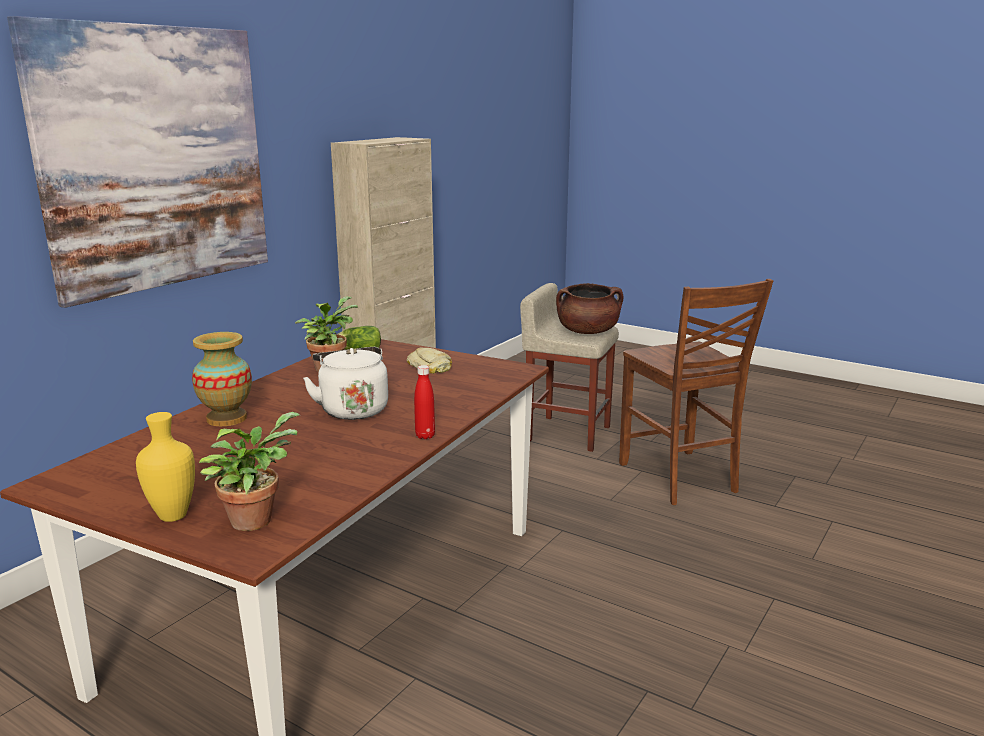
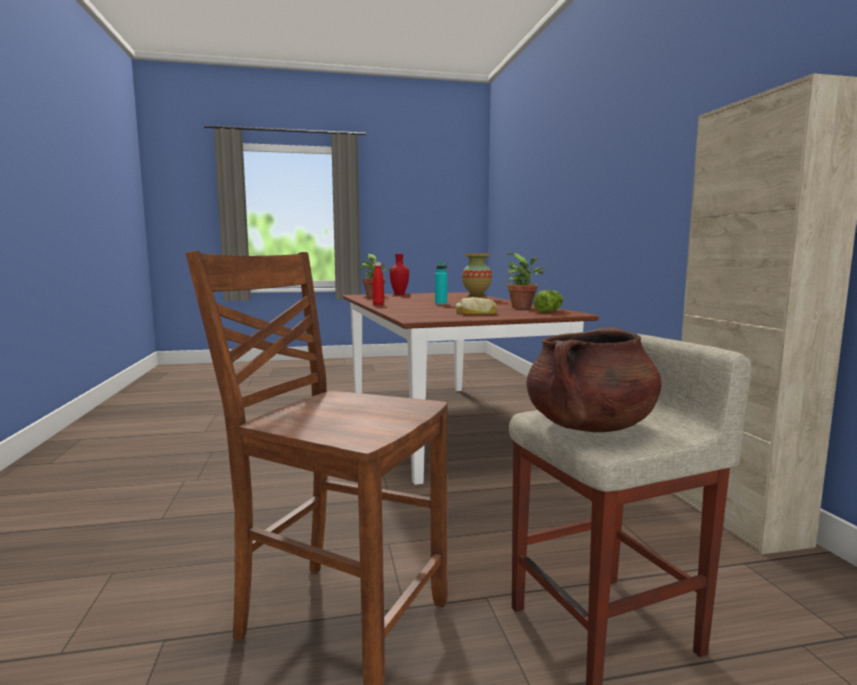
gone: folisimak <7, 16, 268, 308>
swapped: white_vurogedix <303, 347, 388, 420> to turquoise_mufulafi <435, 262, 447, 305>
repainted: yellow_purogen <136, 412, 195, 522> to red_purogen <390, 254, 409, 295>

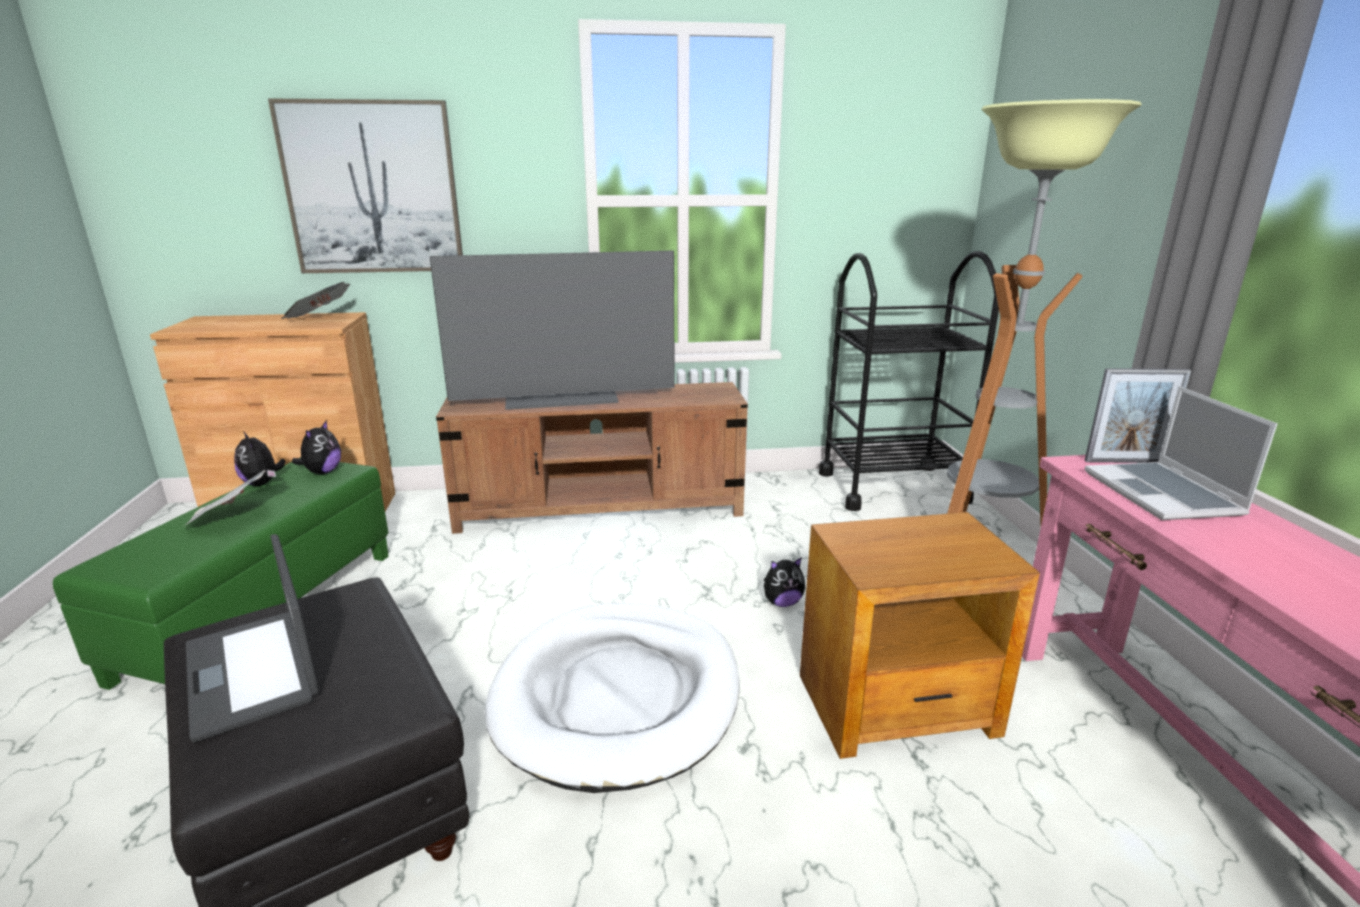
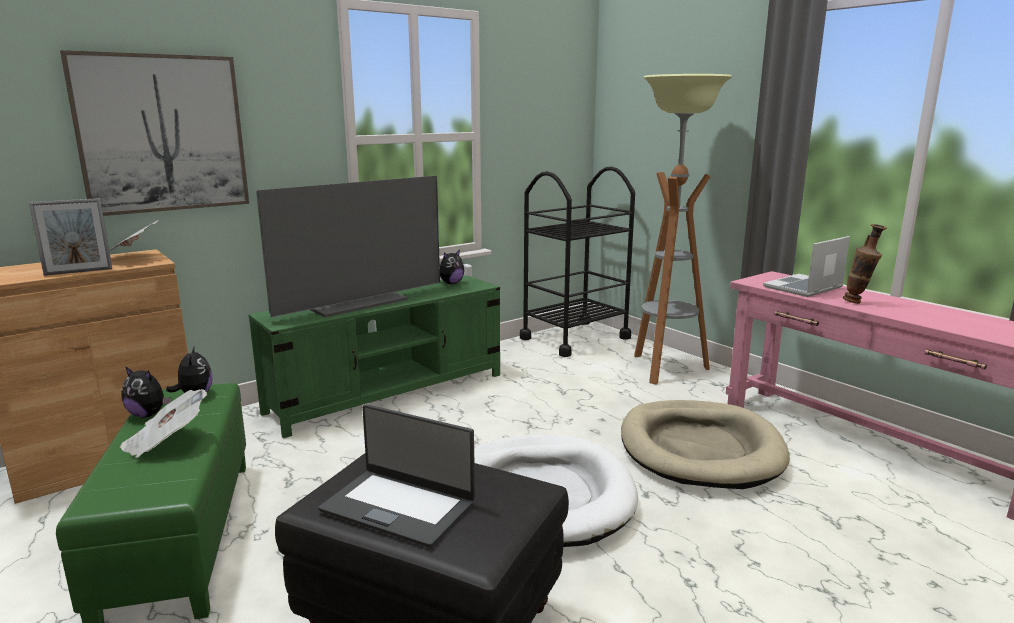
new: purogen <843, 224, 887, 304>
shifted: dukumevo <764, 557, 805, 607> to <440, 249, 464, 284>; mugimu <1084, 368, 1191, 463> to <29, 198, 112, 276>
swapped: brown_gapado <800, 512, 1040, 759> to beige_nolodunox <621, 400, 790, 489>
repainted: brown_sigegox <436, 382, 748, 534> to green_sigegox <248, 275, 500, 438>
rotated: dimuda <1085, 386, 1277, 520> = <763, 236, 850, 297> 90 degrees clockwise

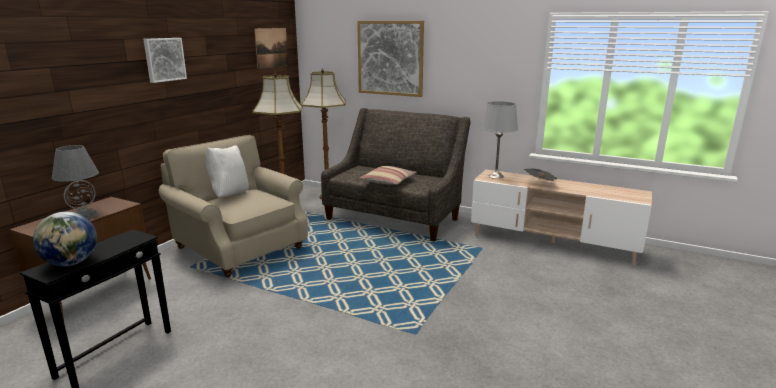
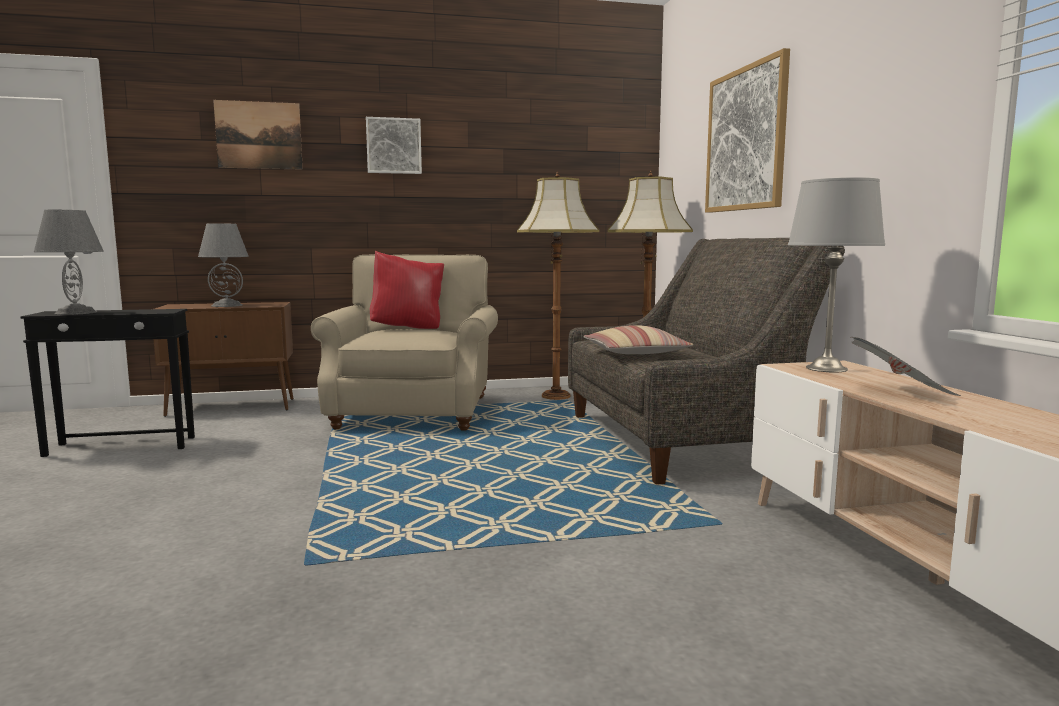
shifted: folisimak <254, 28, 288, 69> to <213, 100, 303, 170>
swapped: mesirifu <33, 212, 97, 266> to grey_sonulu <34, 209, 104, 315>
repainted: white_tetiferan <206, 145, 249, 197> to red_tetiferan <370, 251, 444, 329>

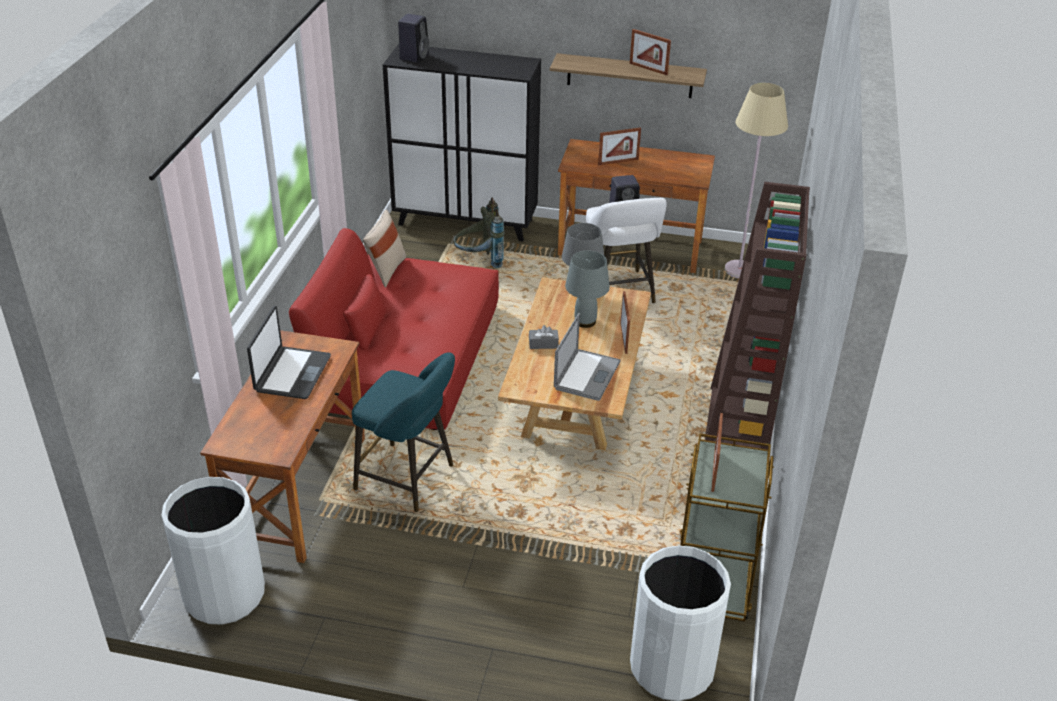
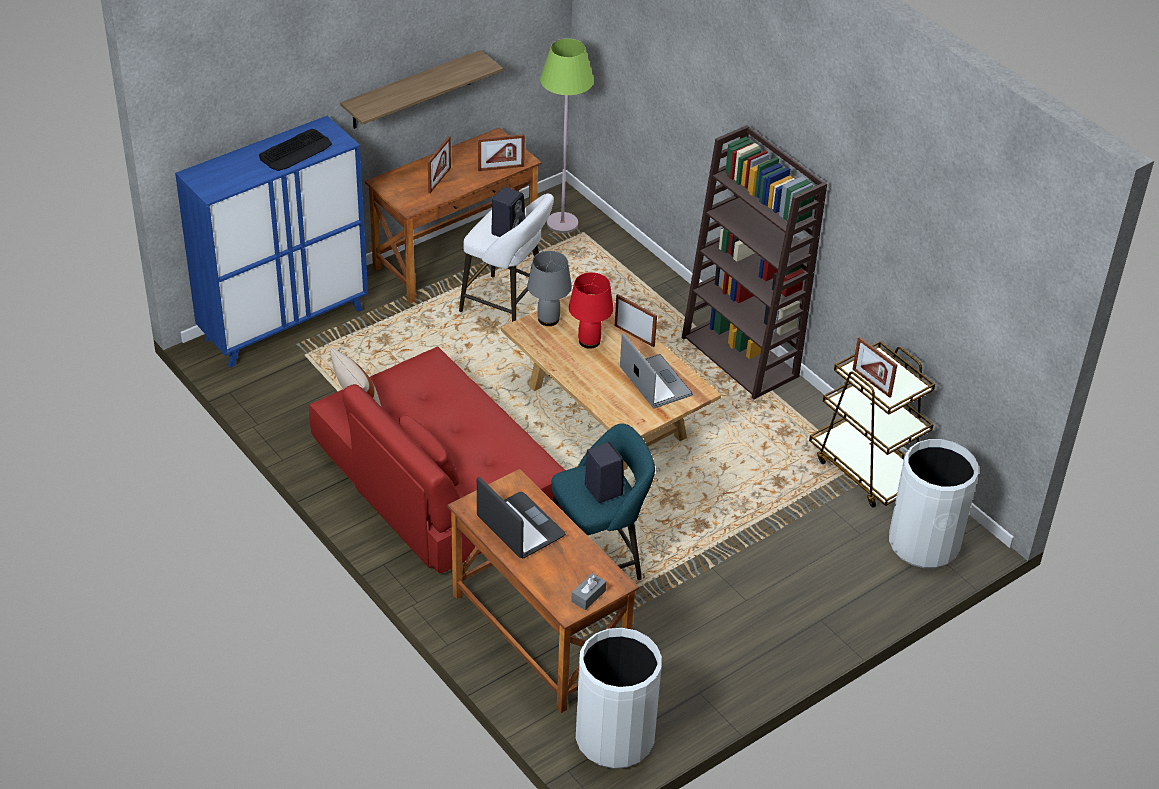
gone: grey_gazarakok <454, 198, 505, 268>
new: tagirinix <259, 129, 332, 171>
shifted: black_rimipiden <398, 14, 429, 63> to <585, 442, 625, 503>; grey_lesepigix <529, 325, 559, 349> to <571, 573, 606, 610>; mugimu <630, 29, 671, 75> to <478, 134, 525, 171>
repainted: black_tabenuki <383, 44, 541, 241> to blue_tabenuki <175, 116, 368, 368>; grey_sonulu <565, 251, 610, 328> to red_sonulu <569, 272, 614, 349>; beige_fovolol <725, 83, 788, 278> to green_fovolol <540, 38, 594, 234>

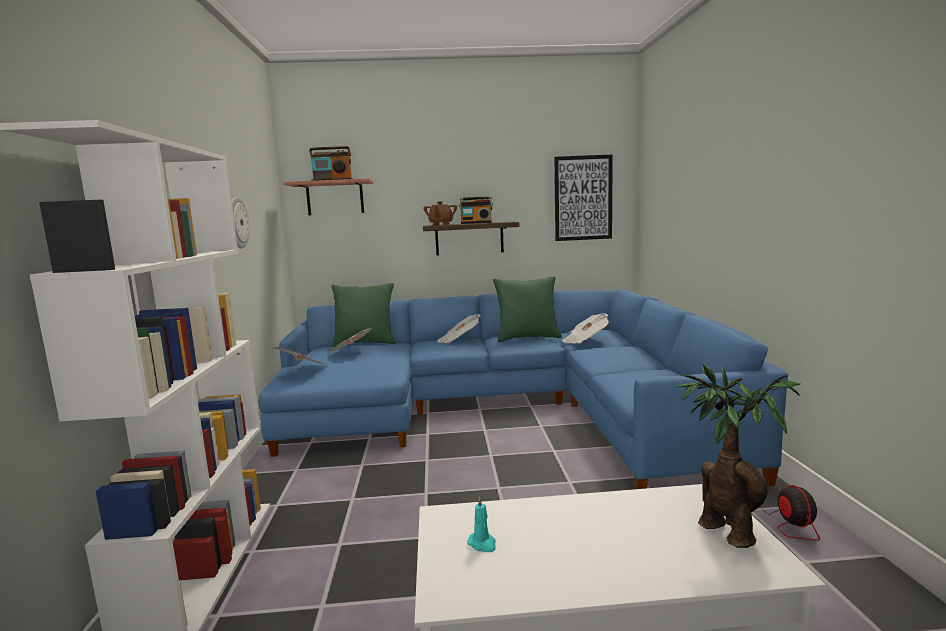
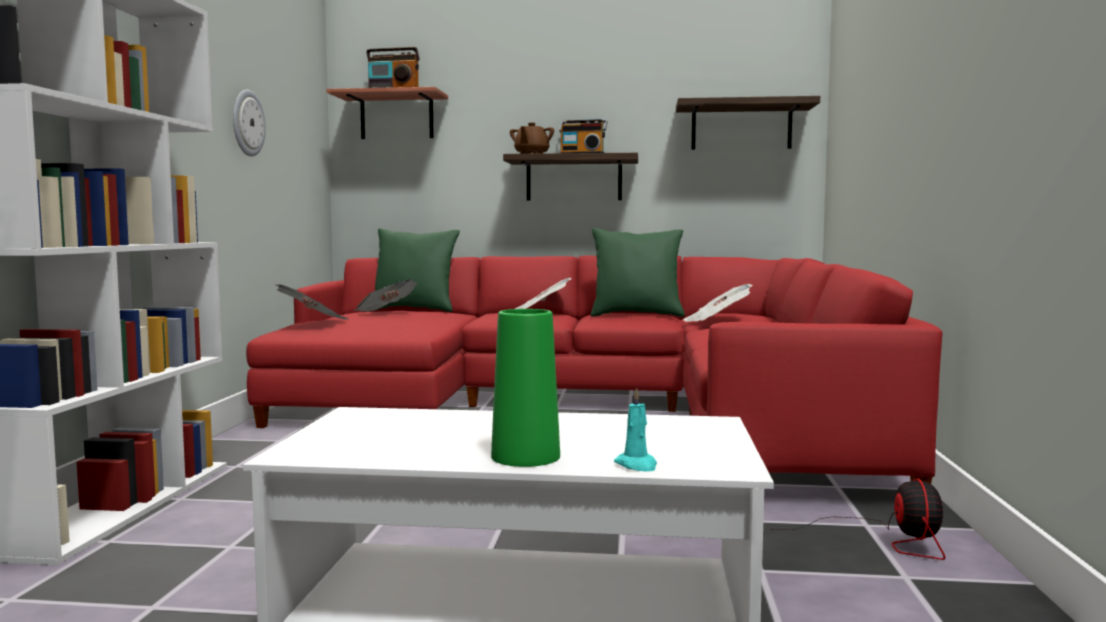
gone: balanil <677, 363, 800, 548>
new: green_purogen <491, 309, 560, 467>
shifted: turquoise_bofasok <467, 496, 496, 552> to <614, 388, 657, 472>
swapped: folisimak <554, 155, 613, 241> to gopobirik <676, 96, 820, 150>
repainted: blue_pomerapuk <258, 289, 788, 489> to red_pomerapuk <246, 256, 943, 484>

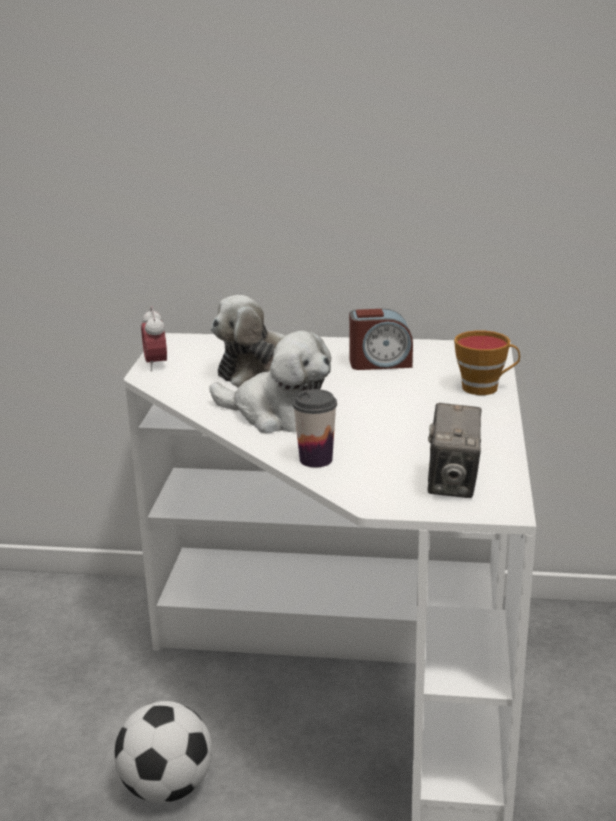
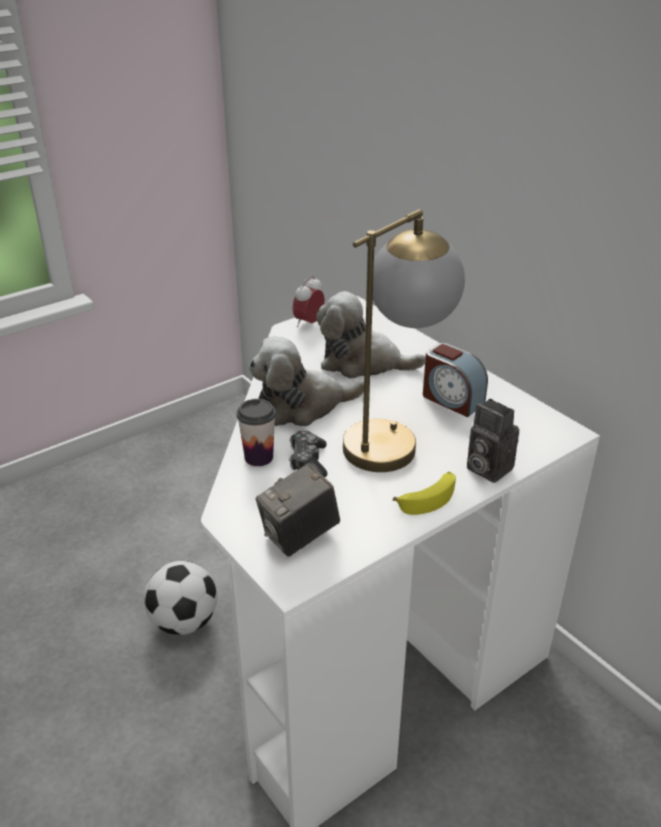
new: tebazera <289, 430, 327, 477>; sonulu <343, 209, 465, 472>; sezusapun <393, 471, 456, 515>
swapped: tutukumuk <454, 331, 520, 395> to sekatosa <467, 399, 519, 483>
rotated: dukumevo <210, 331, 331, 433> = <249, 336, 364, 426> 90 degrees clockwise

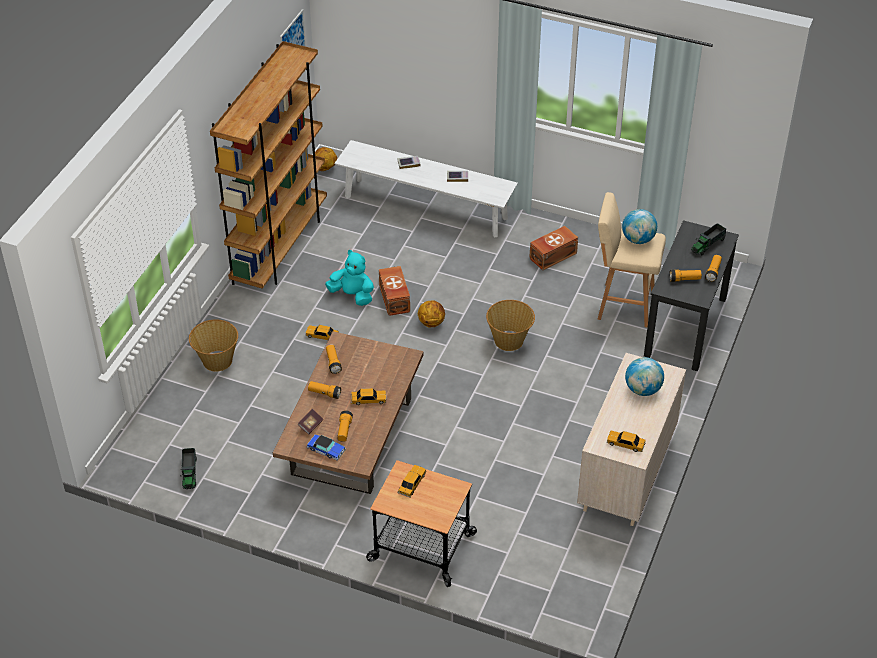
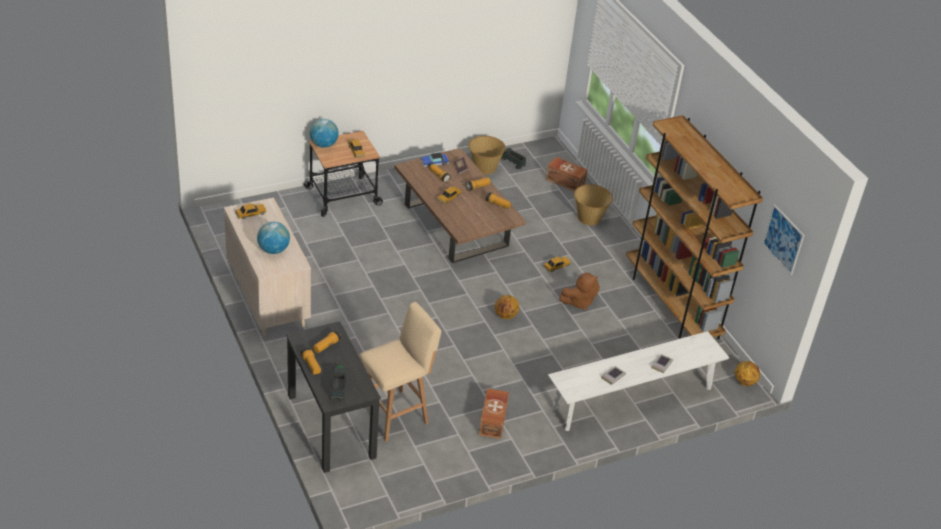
shifted: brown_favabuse <379, 266, 410, 316> to <546, 157, 588, 192>; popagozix <486, 300, 535, 351> to <468, 136, 506, 175>; mesirifu <622, 209, 657, 244> to <310, 119, 339, 148>
repainted: turquoise_dukumevo <325, 250, 374, 306> to brown_dukumevo <559, 273, 600, 310>

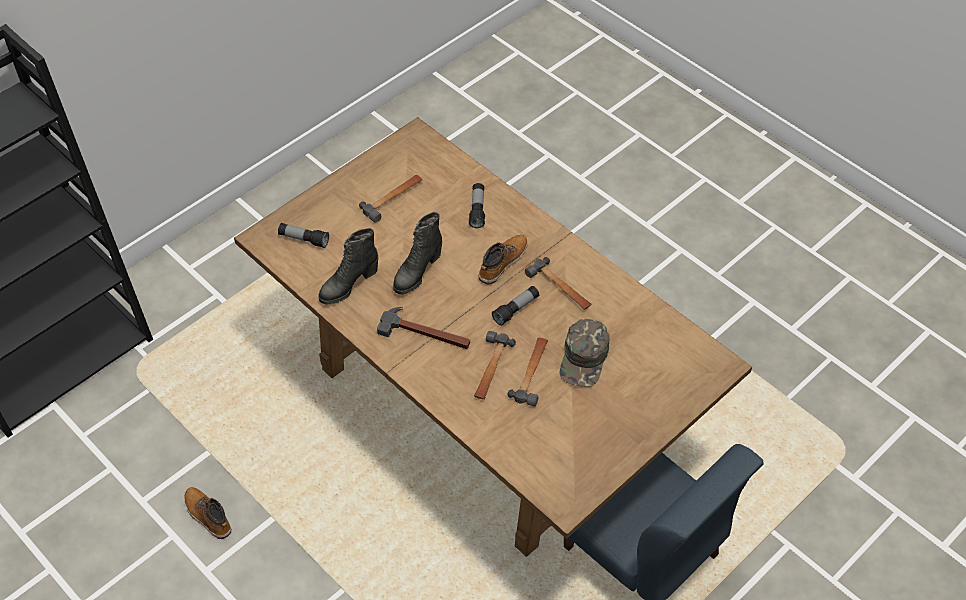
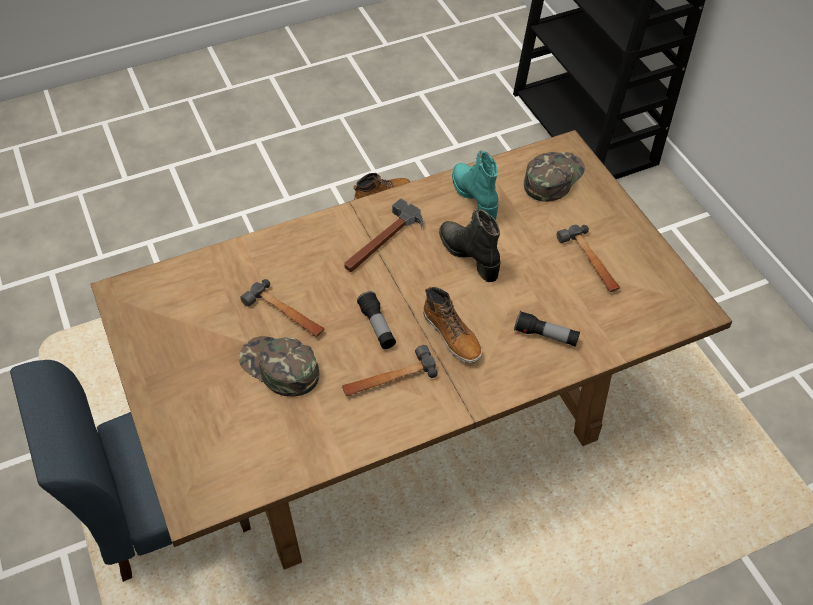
gone: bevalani <474, 331, 516, 399>
swapped: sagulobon <278, 223, 329, 248> to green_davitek <524, 152, 585, 202>
repainted: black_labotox <318, 228, 378, 305> to turquoise_labotox <452, 151, 498, 220>

